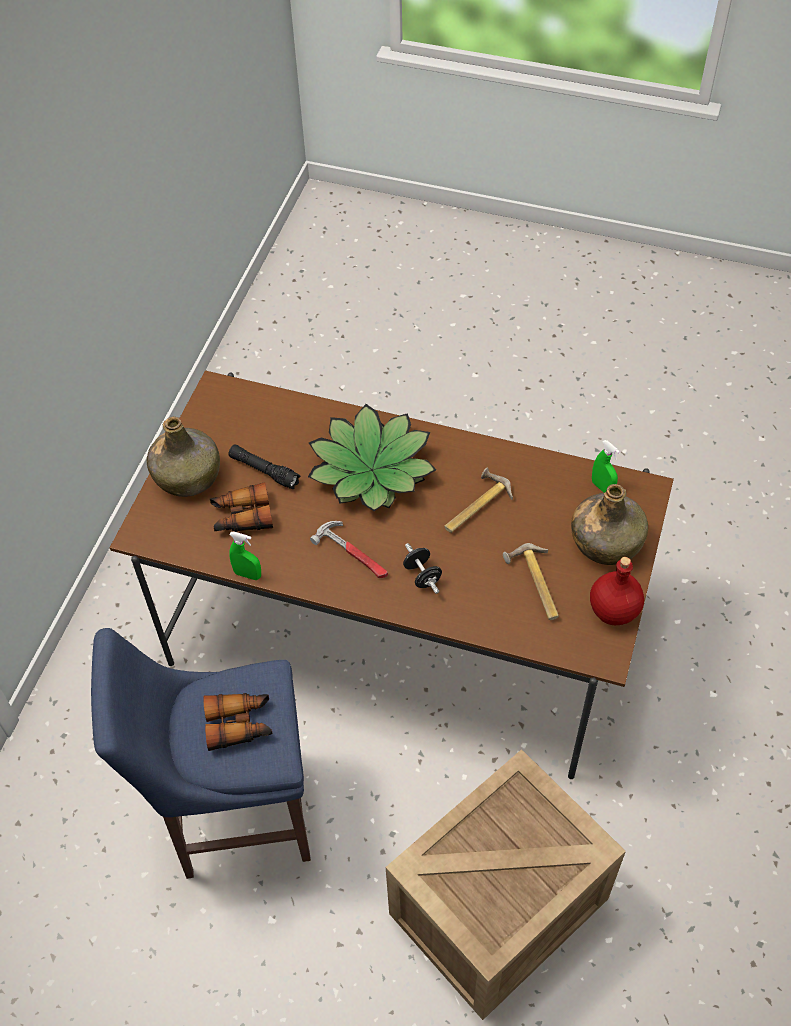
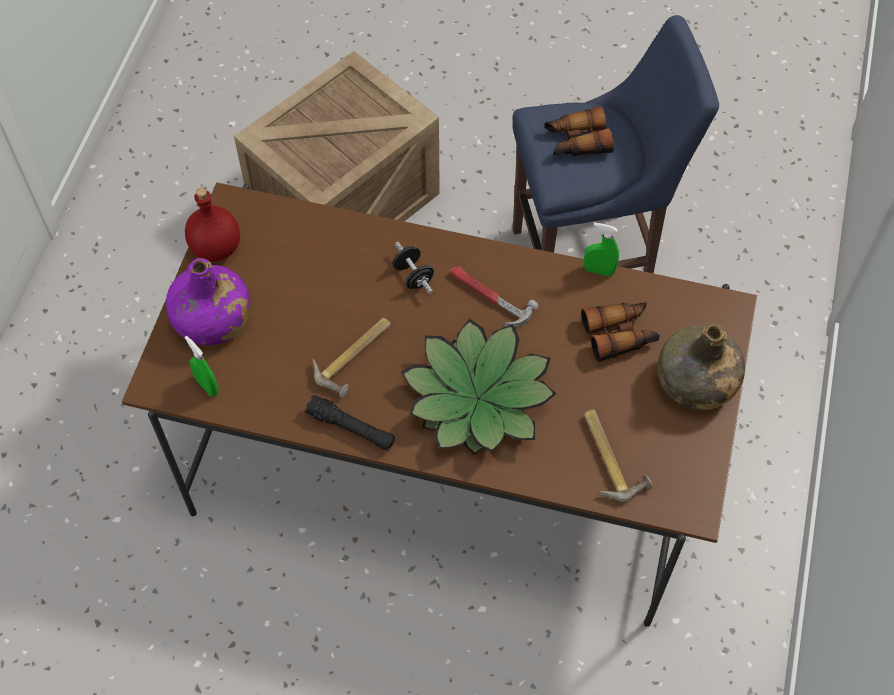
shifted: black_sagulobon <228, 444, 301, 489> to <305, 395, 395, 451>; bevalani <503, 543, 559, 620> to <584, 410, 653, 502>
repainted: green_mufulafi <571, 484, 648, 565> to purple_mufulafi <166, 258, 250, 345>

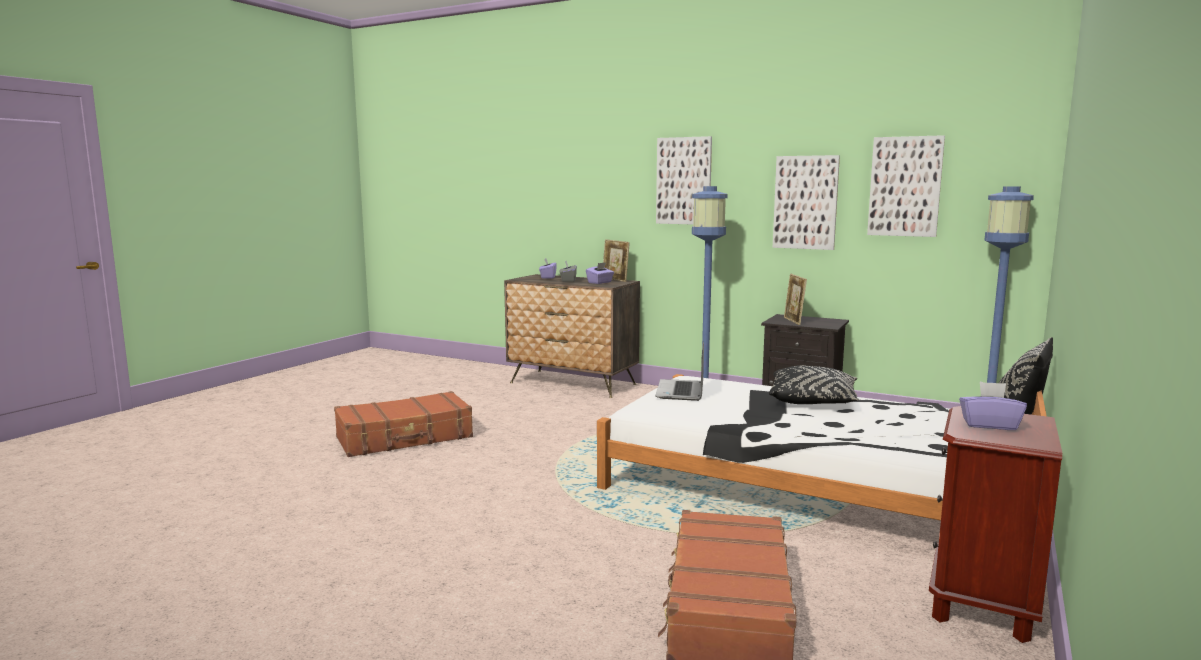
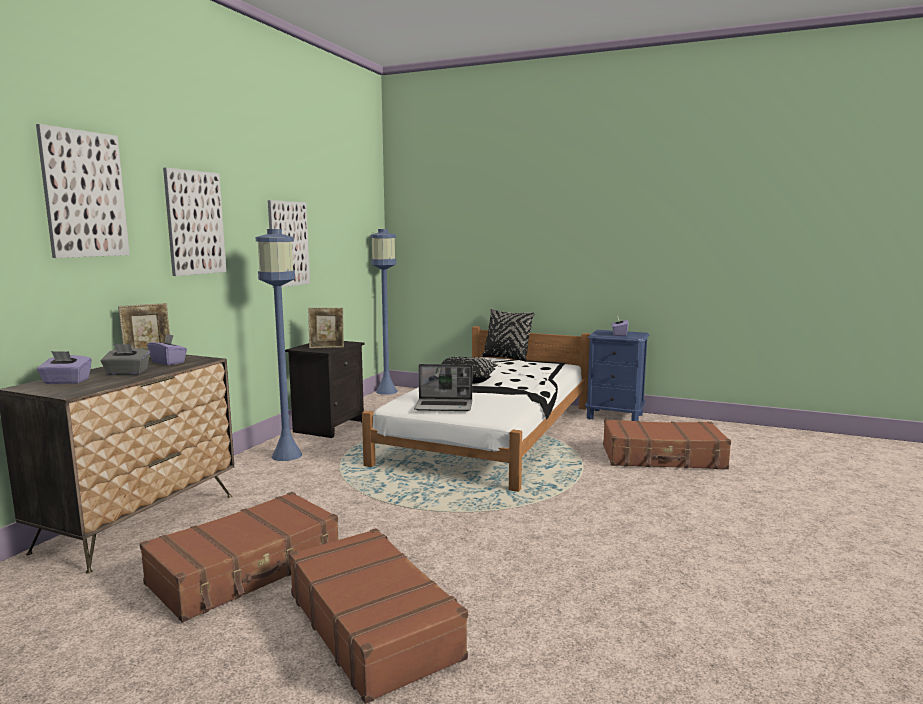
new: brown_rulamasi <140, 492, 338, 622>
shifted: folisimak <867, 135, 945, 237> to <36, 124, 130, 258>
repainted: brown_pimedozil <929, 406, 1062, 643> to blue_pimedozil <585, 330, 649, 421>

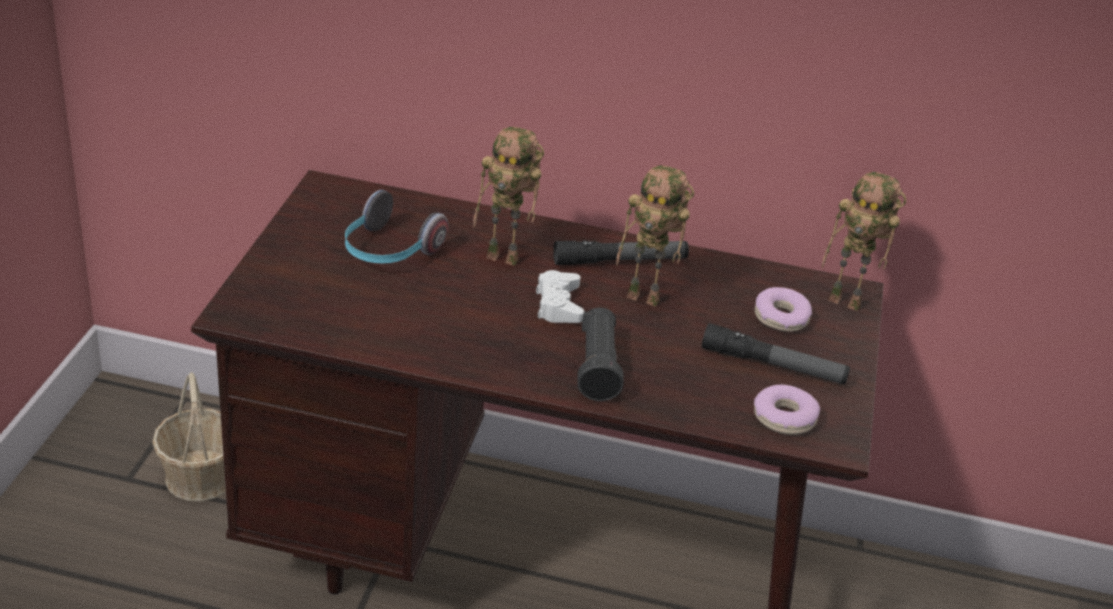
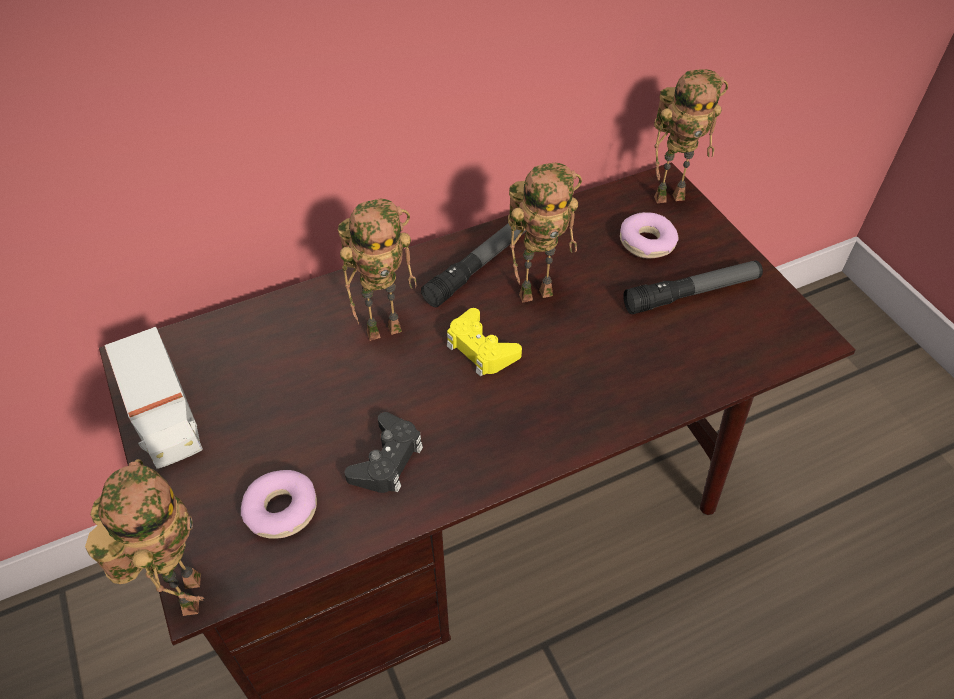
gone: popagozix <152, 372, 226, 501>; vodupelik <345, 190, 448, 263>; black_sagulobon <577, 308, 624, 401>
new: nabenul <85, 459, 204, 616>; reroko <104, 327, 203, 469>; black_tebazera <345, 412, 423, 493>
shifted: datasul <754, 385, 820, 435> to <241, 470, 317, 539>
repainted: white_tebazera <536, 270, 584, 323> to yellow_tebazera <447, 308, 522, 376>

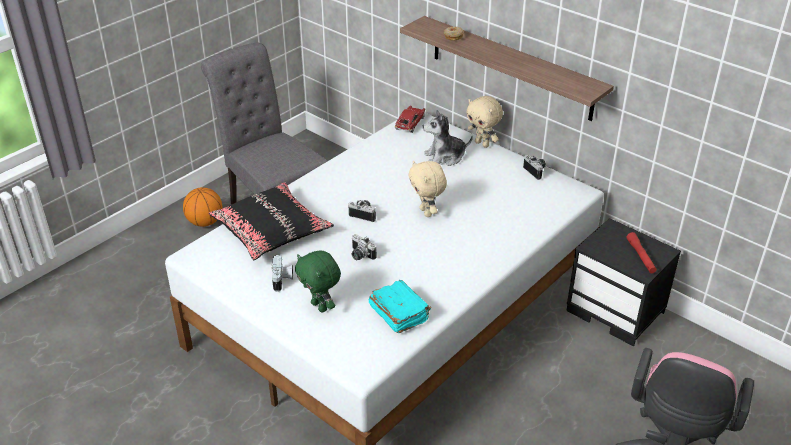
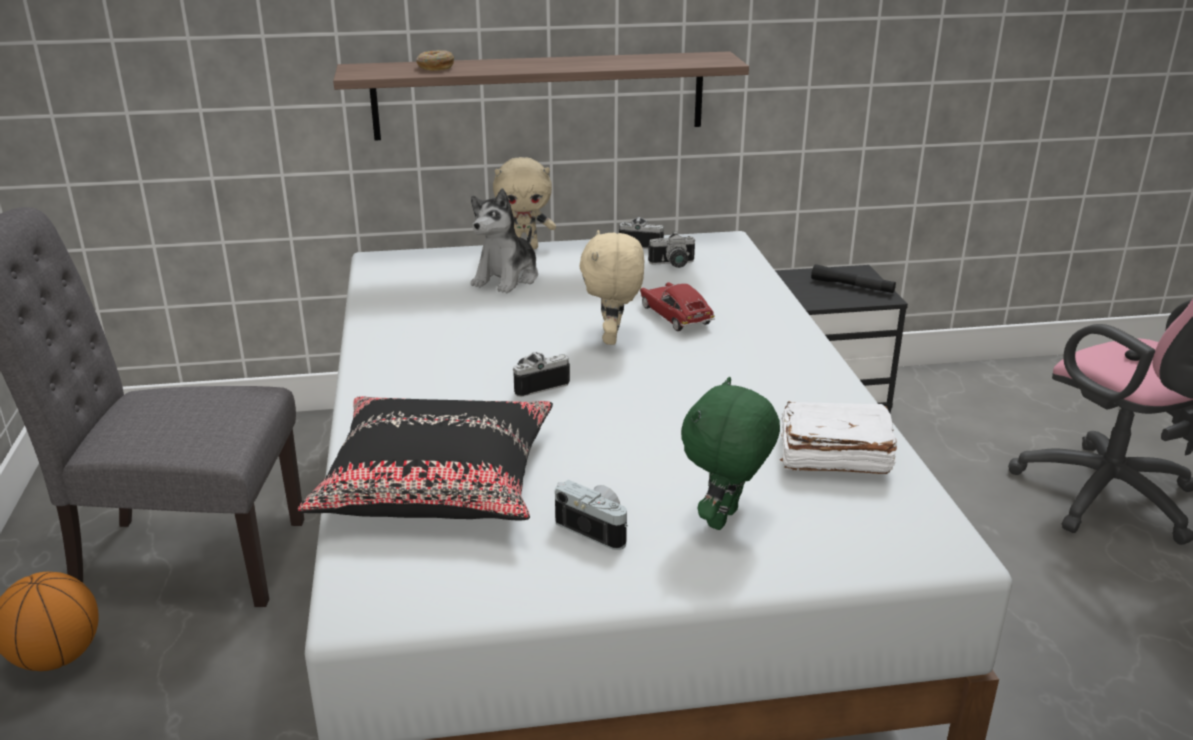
shifted: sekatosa <351, 234, 376, 260> to <648, 231, 695, 268>; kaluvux <395, 105, 425, 133> to <640, 282, 715, 331>
repainted: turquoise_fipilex <369, 280, 431, 333> to white_fipilex <779, 401, 897, 474>; red_sagulobon <627, 232, 657, 273> to black_sagulobon <811, 264, 896, 293>
rotated: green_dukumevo <295, 250, 341, 313> = <681, 377, 780, 530> 120 degrees clockwise; beige_dukumevo <408, 161, 447, 217> = <579, 230, 644, 345> 75 degrees clockwise

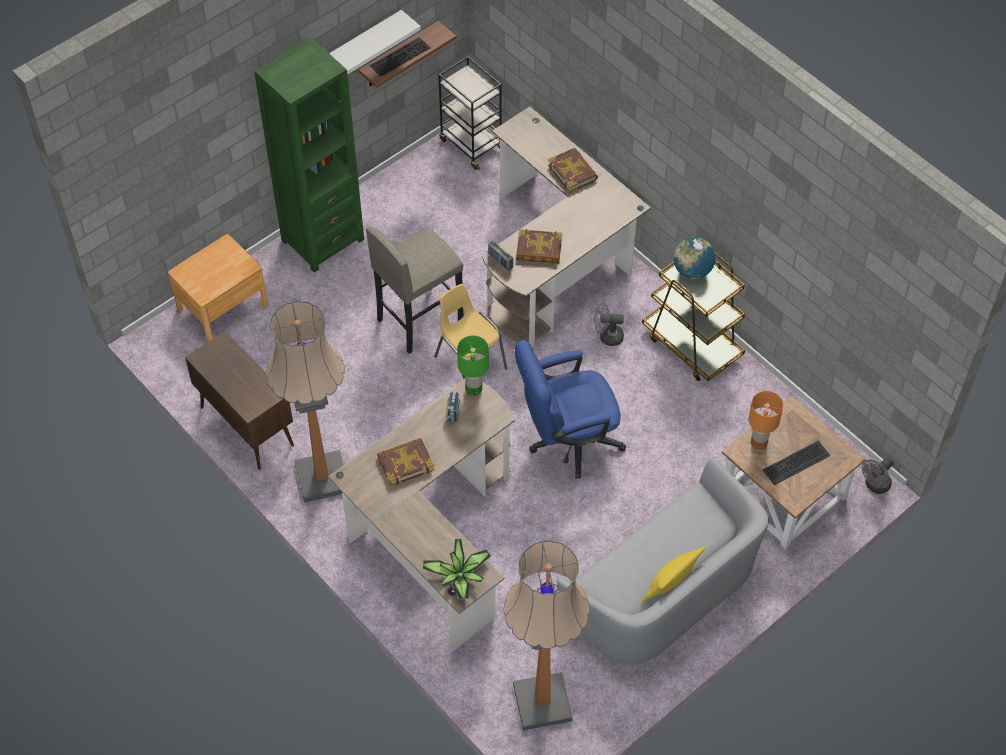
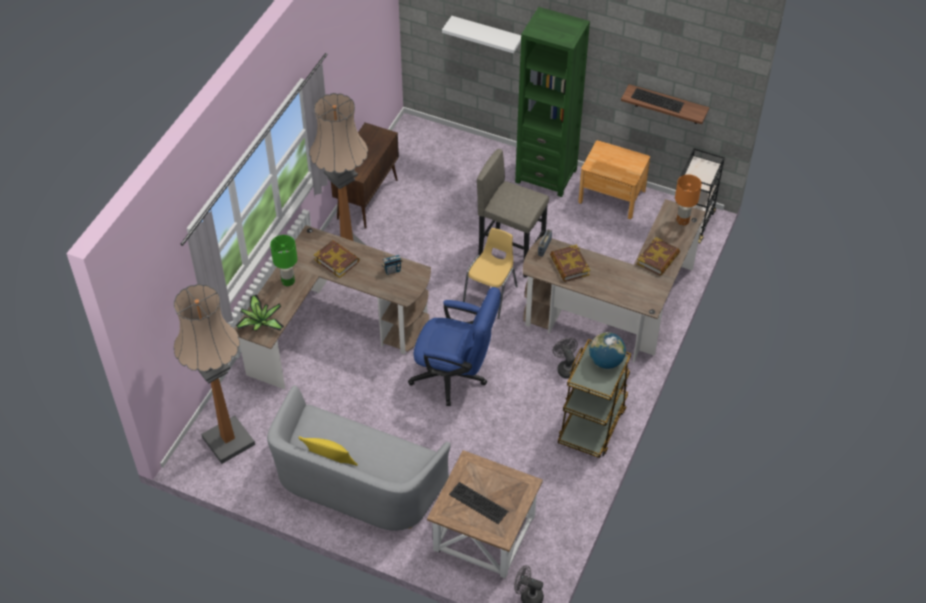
shifted: brown_pimedozil <168, 234, 268, 342> to <578, 140, 650, 219>; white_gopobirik <329, 10, 421, 74> to <442, 16, 521, 53>; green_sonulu <457, 335, 489, 396> to <270, 235, 297, 286>; orange_sonulu <749, 391, 783, 450> to <675, 174, 702, 225>
rotated: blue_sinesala <515, 340, 626, 478> = <408, 287, 501, 406> 150 degrees clockwise

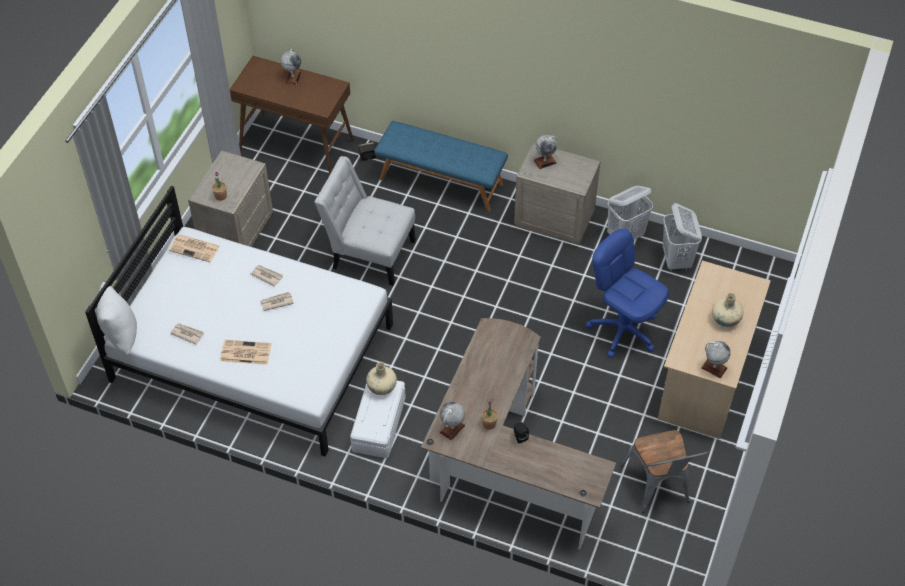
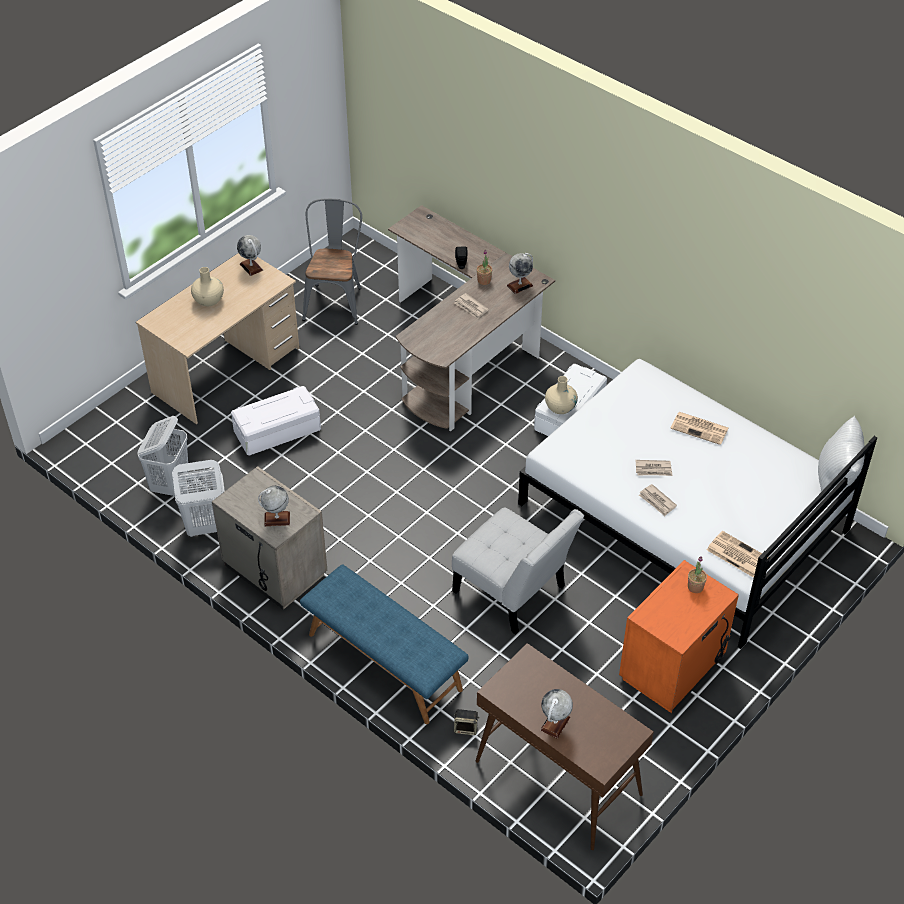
shifted: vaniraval <170, 323, 204, 345> to <455, 293, 489, 319>
swapped: blue_sinesala <586, 229, 669, 358> to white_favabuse <231, 386, 321, 455>
repainted: beige_pimedozil <188, 150, 273, 247> to orange_pimedozil <619, 560, 739, 713>

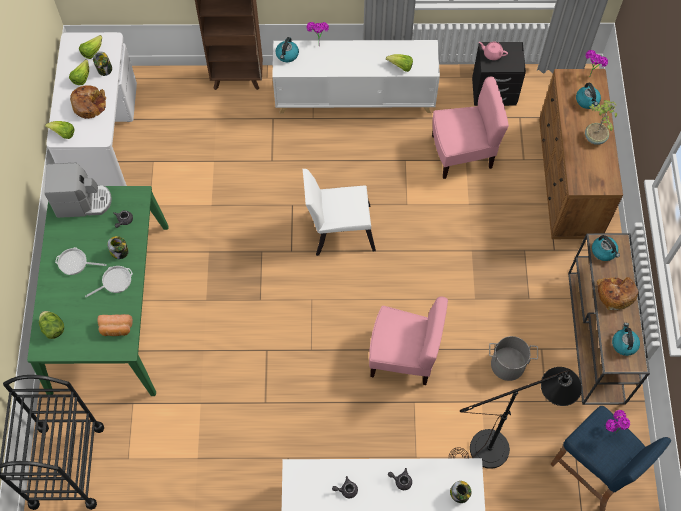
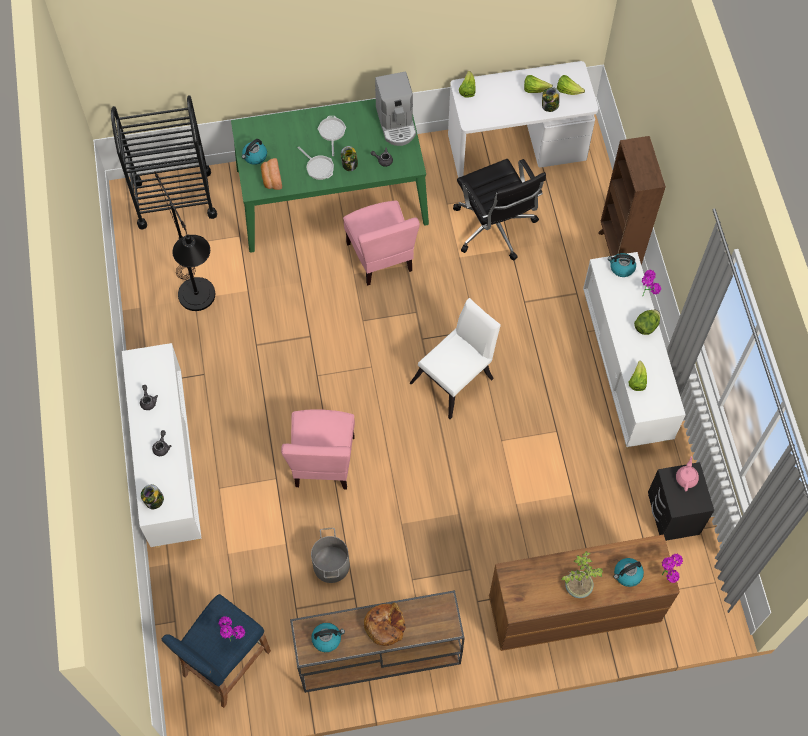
gone: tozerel <70, 85, 106, 119>
new: black_sinesala <453, 159, 546, 260>
shifted: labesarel <39, 311, 64, 339> to <634, 310, 660, 335>; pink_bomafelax <432, 77, 509, 179> to <343, 201, 420, 286>; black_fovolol <449, 367, 582, 469> to <155, 171, 215, 311>; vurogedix <592, 235, 620, 261> to <242, 139, 267, 165>
rotated: white_bomafelax <303, 169, 376, 256> = <410, 298, 501, 419> 60 degrees clockwise

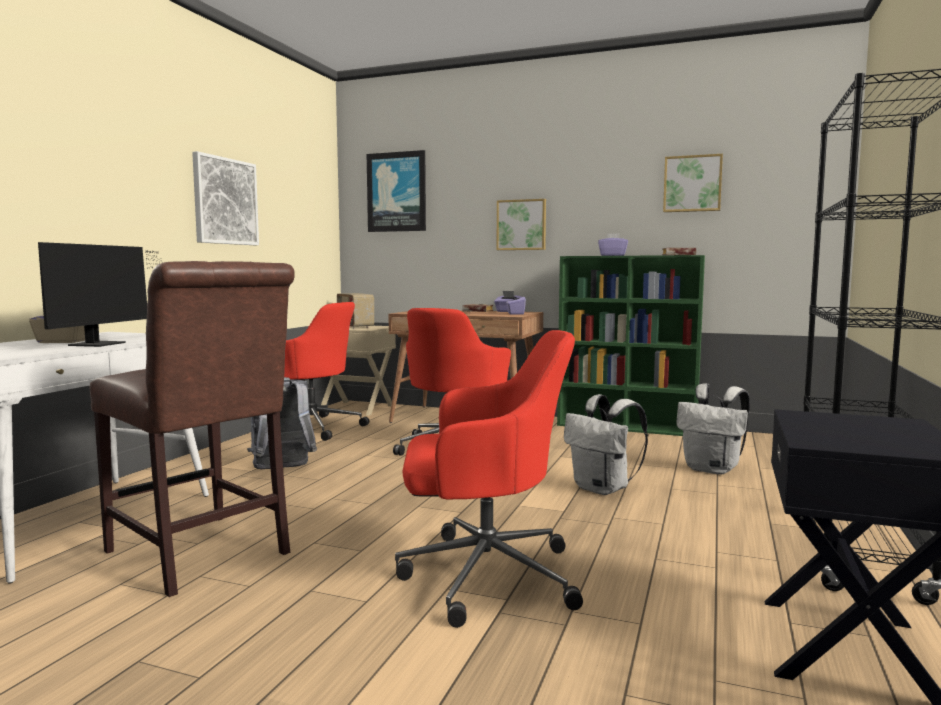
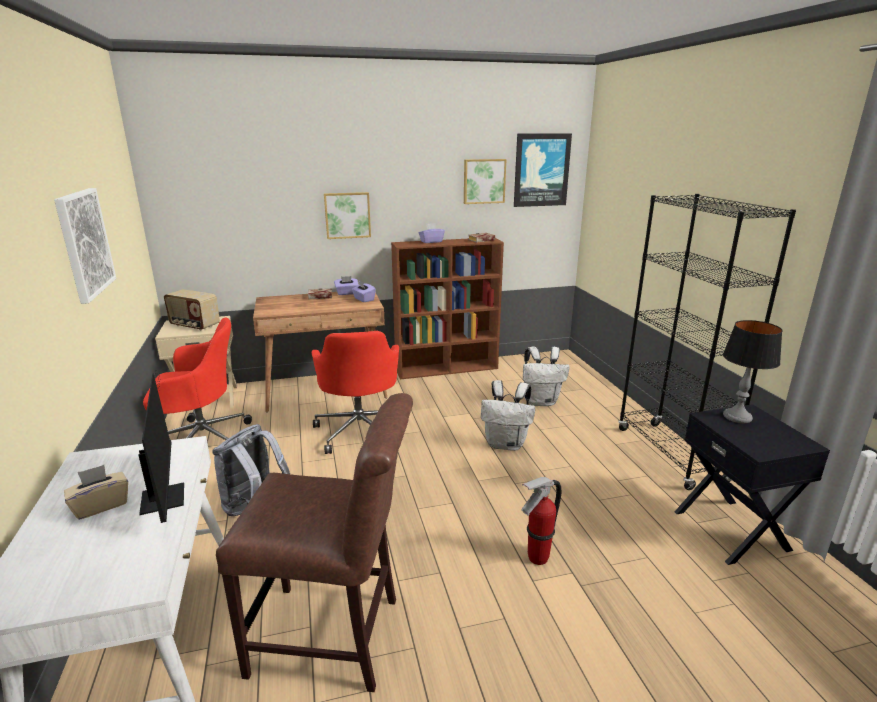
new: sonulu <723, 320, 783, 423>
shifted: folisimak <367, 150, 426, 232> to <514, 133, 572, 207>
swapped: red_sinesala <395, 330, 583, 628> to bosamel <521, 477, 562, 565>
repainted: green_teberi <557, 255, 705, 436> to brown_teberi <391, 238, 504, 380>

